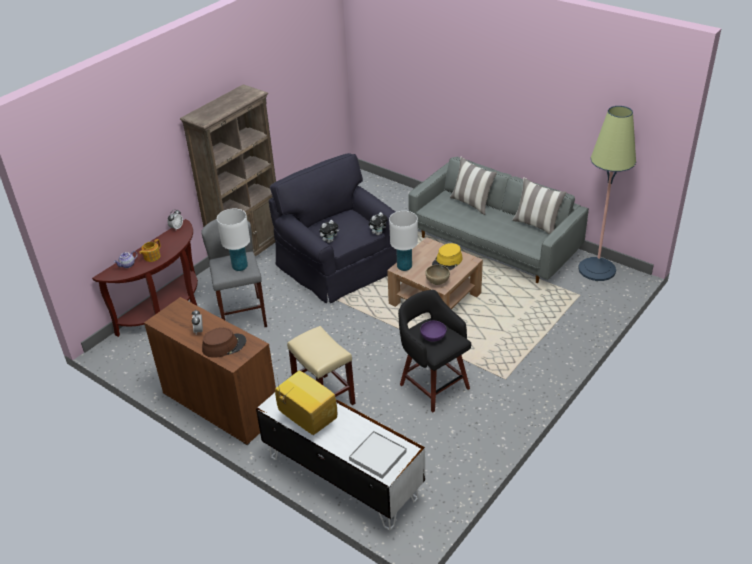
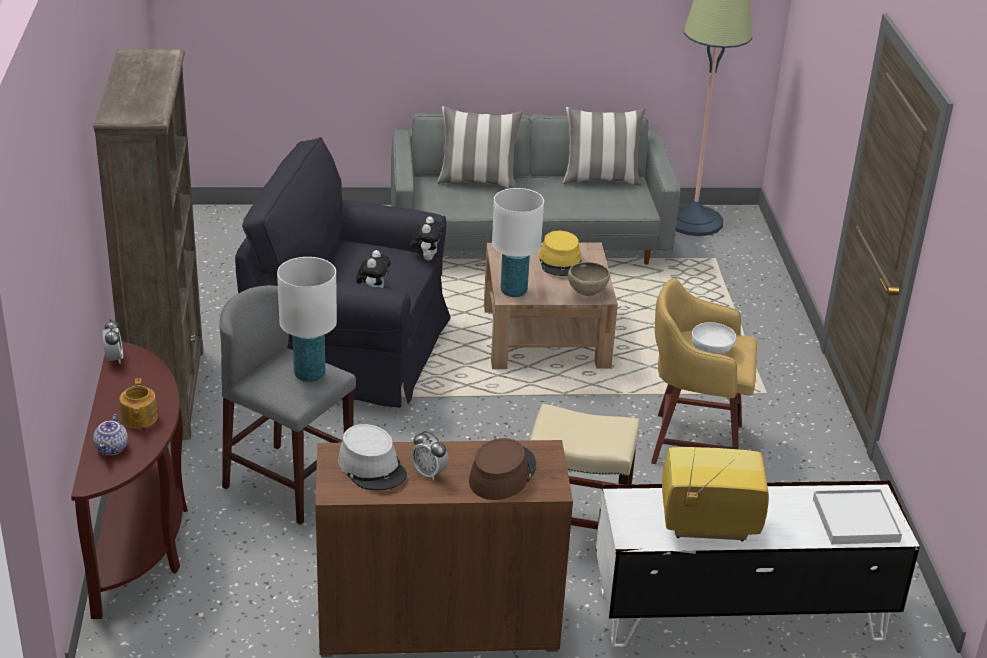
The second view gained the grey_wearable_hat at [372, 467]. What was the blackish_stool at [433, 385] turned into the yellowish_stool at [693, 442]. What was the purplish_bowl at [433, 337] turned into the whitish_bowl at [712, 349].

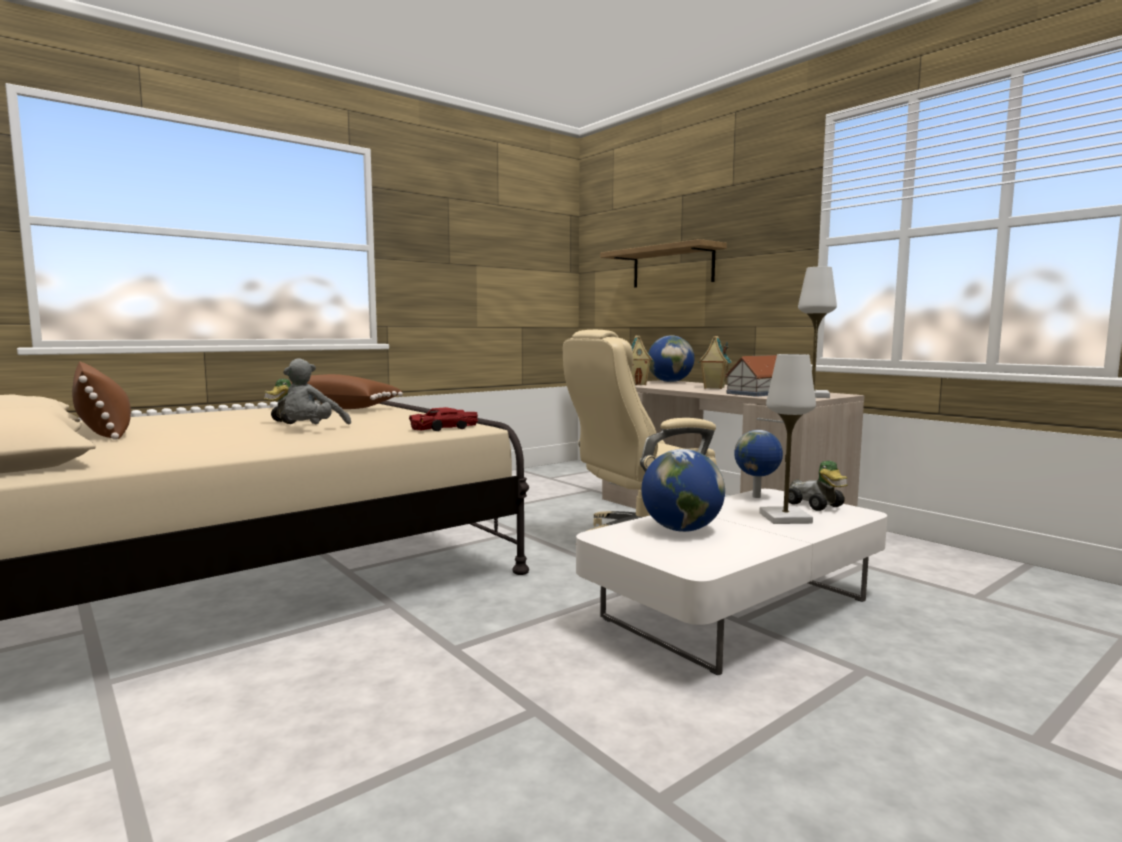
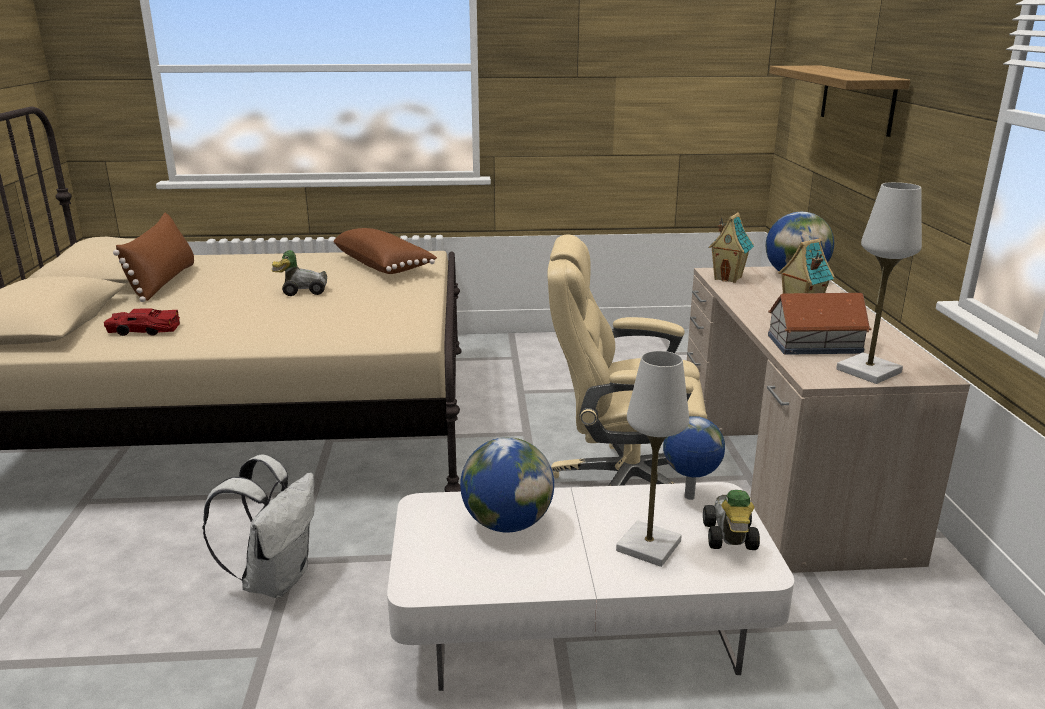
The red-coloured_toy_car ended up elsewhere, having gone from [443, 428] to [143, 330]. The second view gained the whitish_rucksack at [276, 579]. The second view lost the grey_soft_toy at [312, 429].

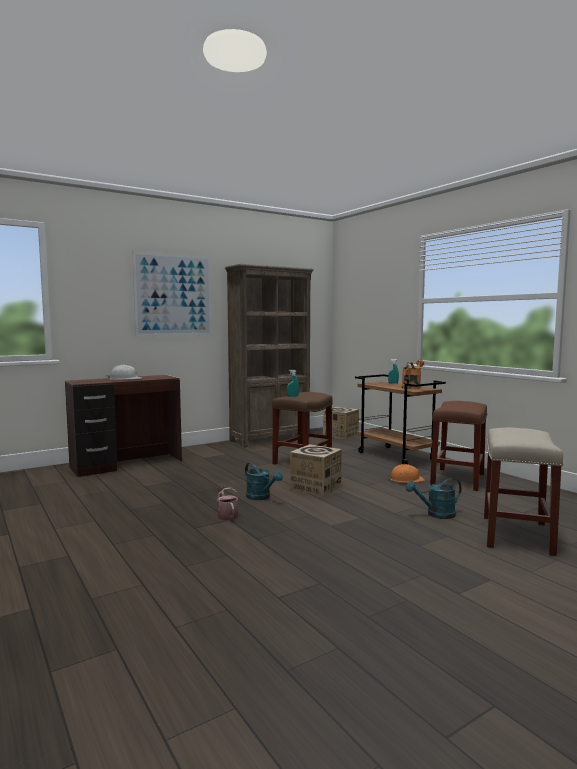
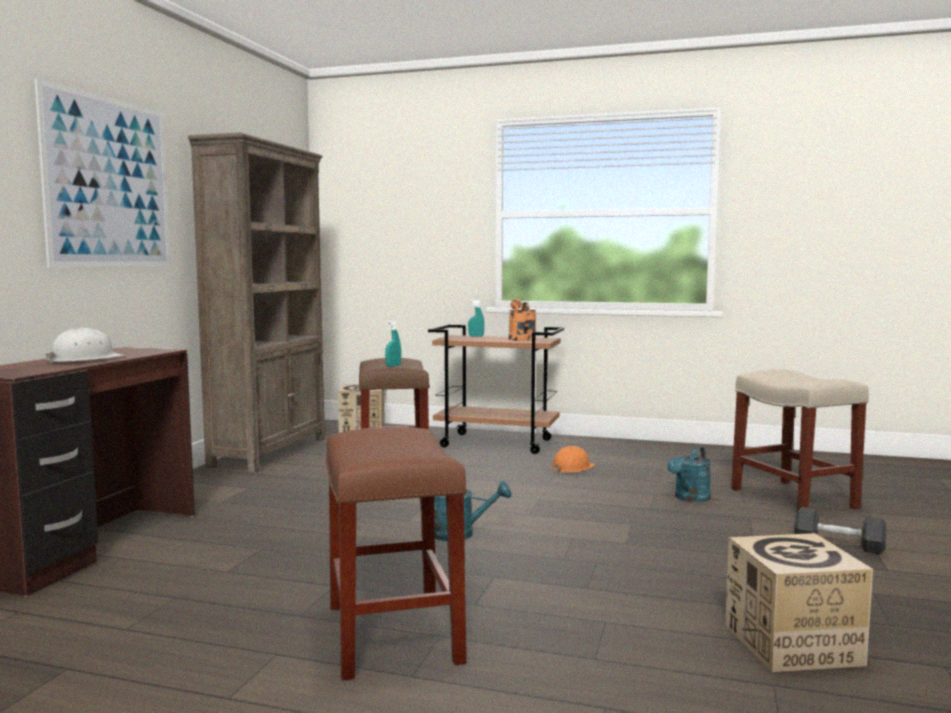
The brownish_stool ended up elsewhere, having gone from [457, 479] to [391, 632]. The packing_box ended up elsewhere, having gone from [315, 487] to [792, 644]. The second view gained the grey_hand_weight at [838, 544]. The second view lost the sprinkling_can at [227, 515].

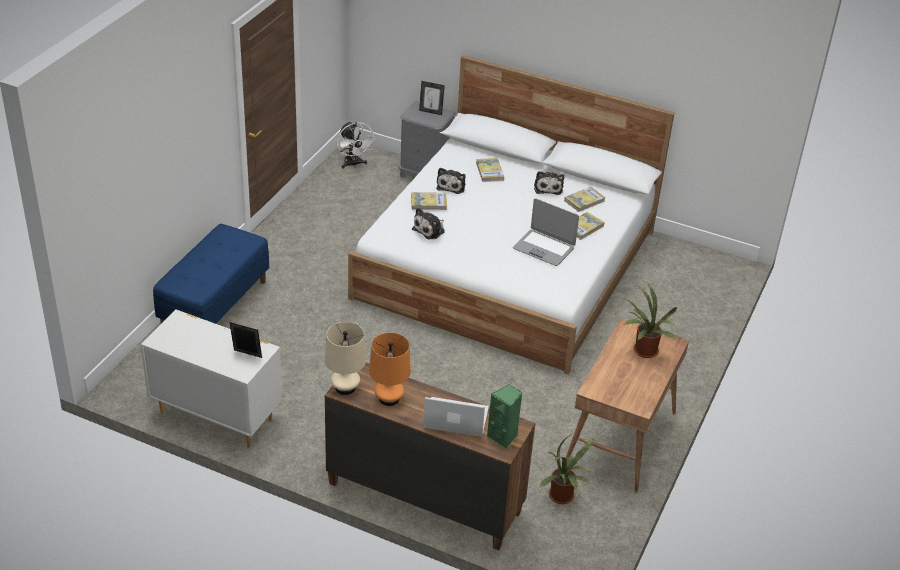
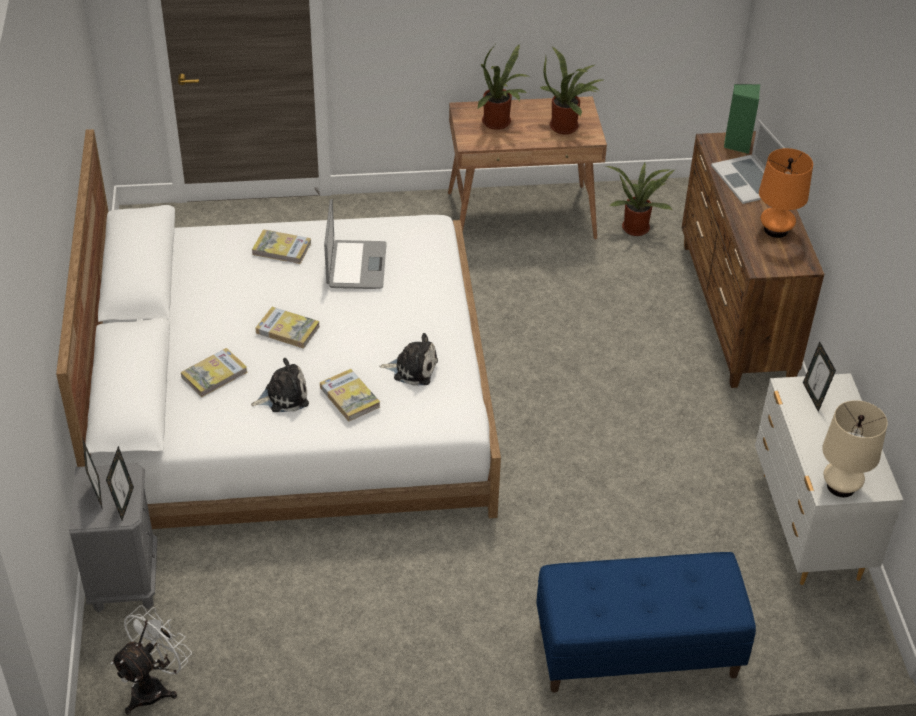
The second view gained the picture_frame at [124, 503]. The book ended up elsewhere, having gone from [584, 201] to [287, 330]. The second view gained the plant_in_a_pot at [567, 126]. The sand-coloured_lamp_for_a_table ended up elsewhere, having gone from [345, 387] to [841, 486]. The second view lost the soft_toy at [548, 187].

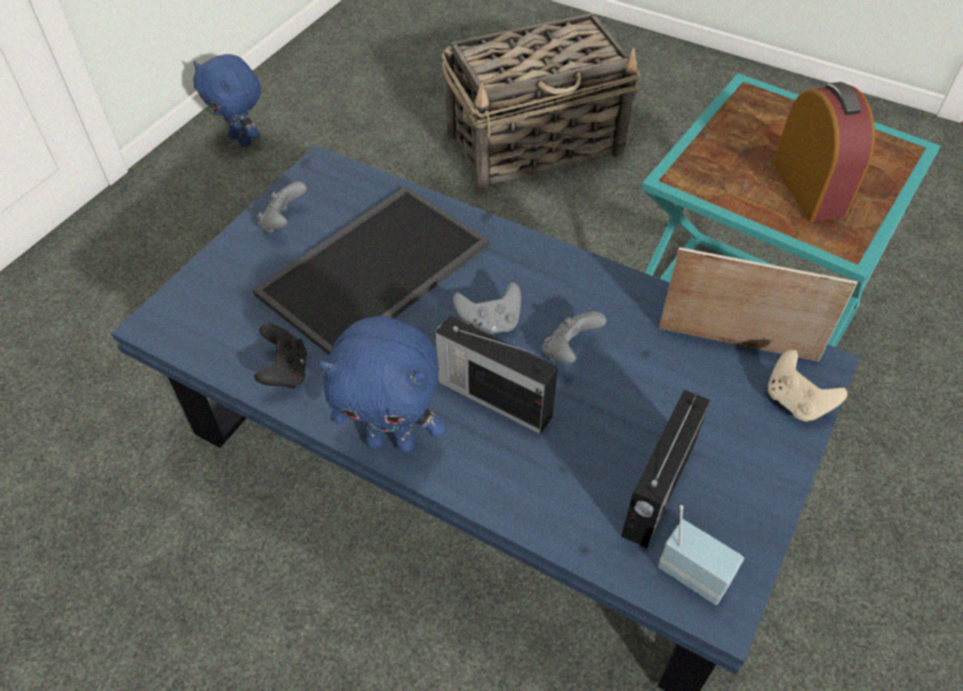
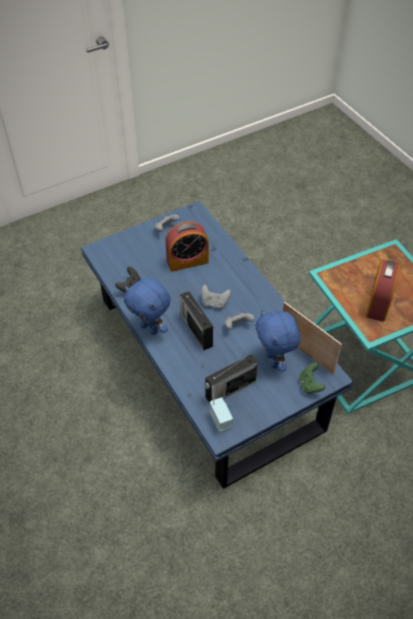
Where the carrying_tray stood at [373, 266], the alarm_clock came to stand at [187, 261]. The bluish_soft_toy ended up elsewhere, having gone from [242, 140] to [274, 361]. What was the sand-coloured_gamepad at [795, 402] turned into the green-coloured_gamepad at [310, 385]. The second view lost the storage_basket at [536, 145].

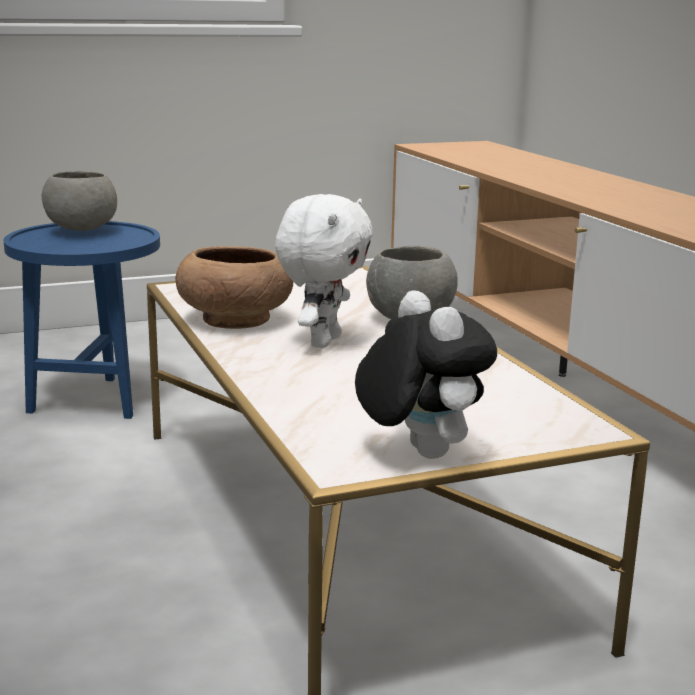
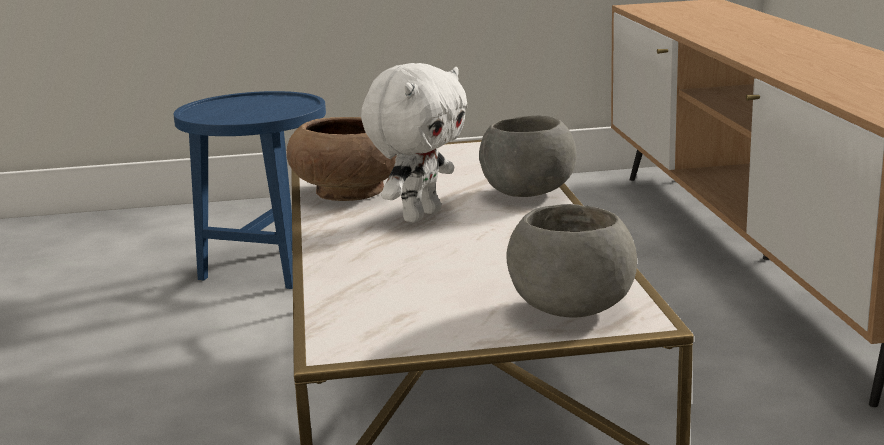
The grey_bowl ended up elsewhere, having gone from [80, 229] to [569, 309]. The second view lost the soft_toy at [418, 452].

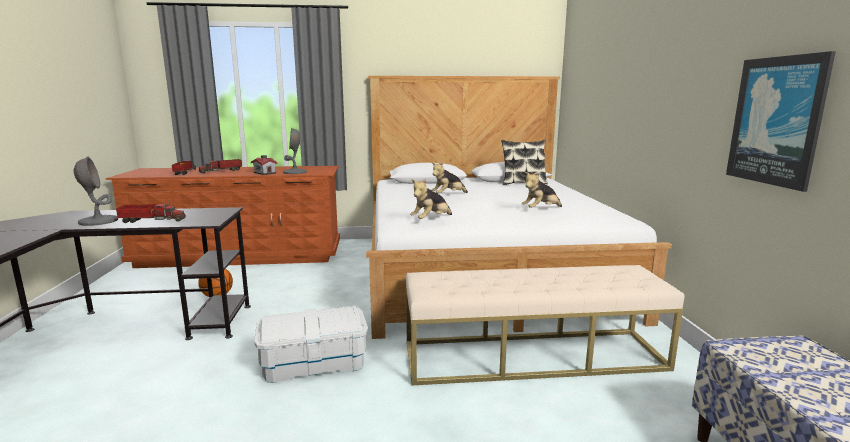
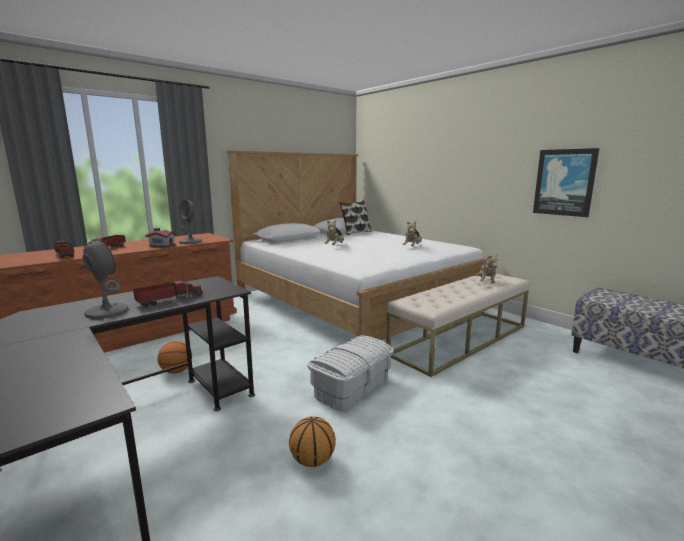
The second view gained the basketball at [313, 460]. The soft_toy ended up elsewhere, having gone from [431, 220] to [486, 282].

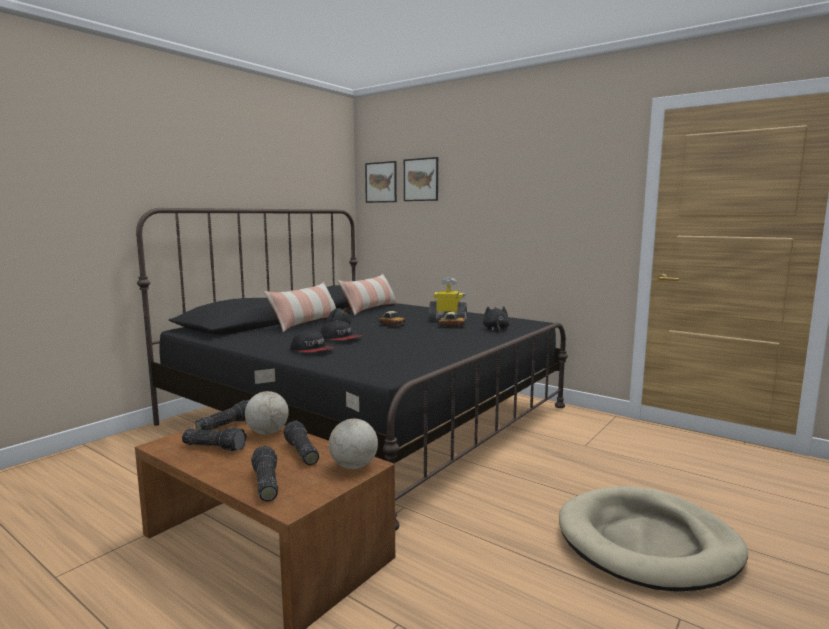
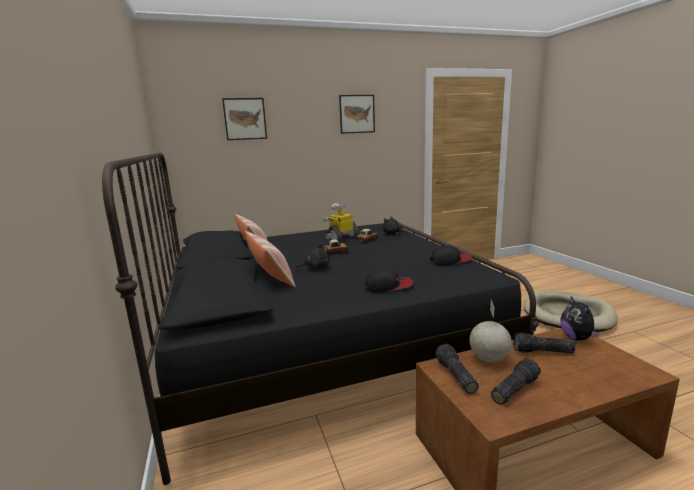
The wall_picture ended up elsewhere, having gone from [381, 182] to [357, 114]. The cap ended up elsewhere, having gone from [340, 339] to [450, 261]. Where the globe stood at [353, 466], the soft_toy came to stand at [577, 338]. The second view lost the torch at [265, 484].

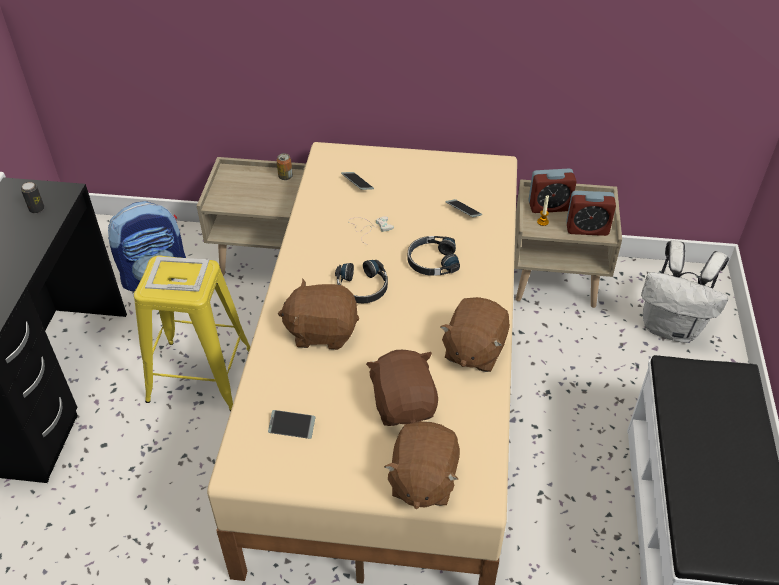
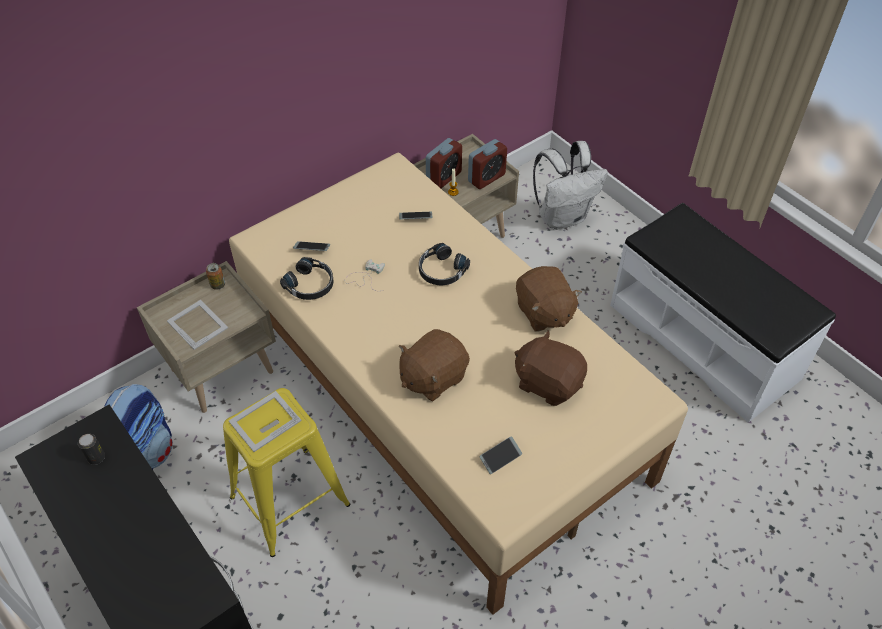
The second view gained the picture_frame at [197, 324]. The blackish_headset ended up elsewhere, having gone from [362, 288] to [310, 285]. The second view lost the brownish_soft_toy at [422, 480].

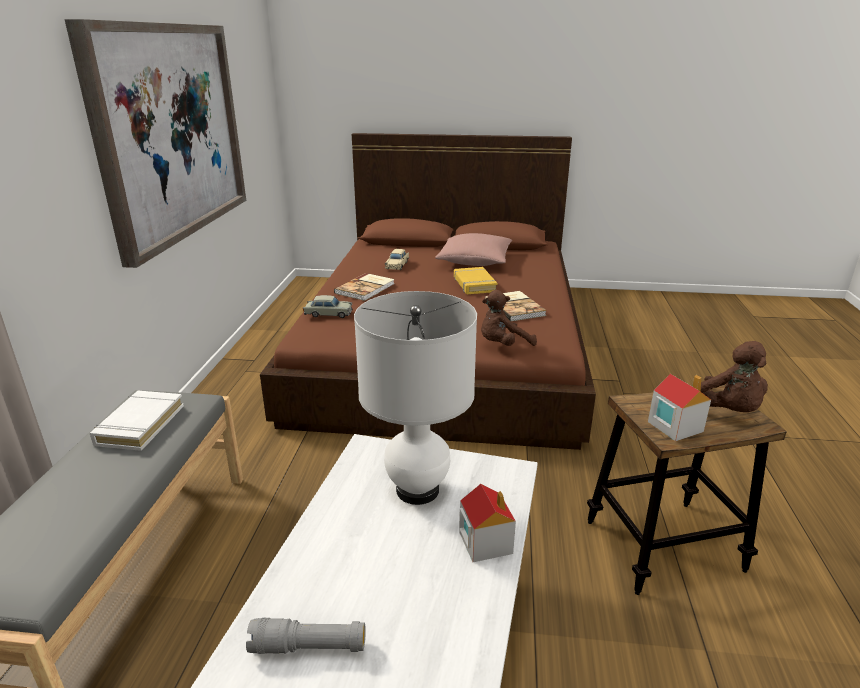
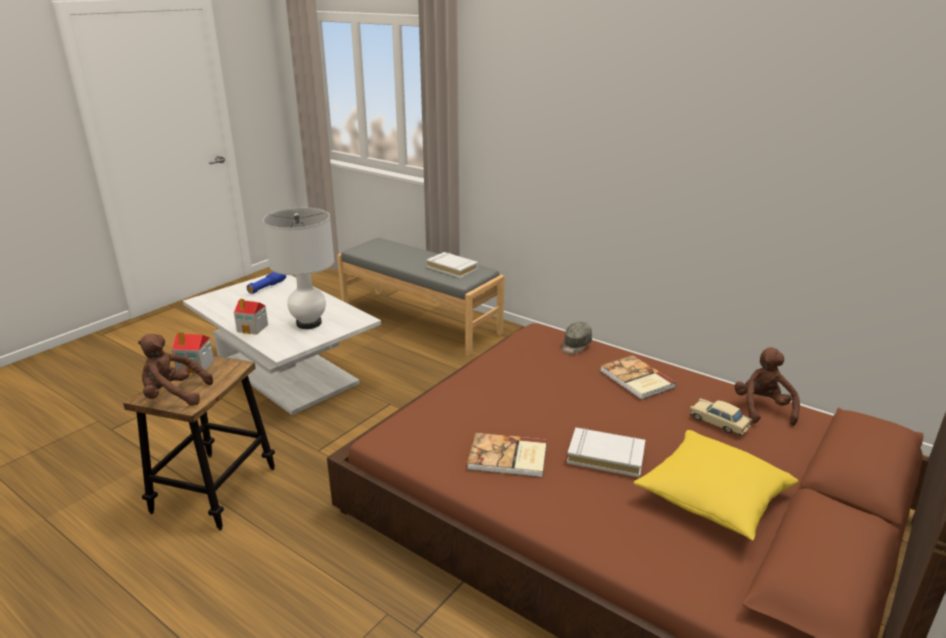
What was the grey_torch at [308, 647] turned into the bluish_torch at [267, 287]. Where the sand-coloured_toy_car stood at [328, 314], the grey_cap came to stand at [575, 345]. What was the yellowish_book at [474, 284] turned into the whitish_book at [606, 456]. What was the pinkish_cushion at [474, 261] turned into the yellowish_cushion at [713, 498]. The brownish_soft_toy ended up elsewhere, having gone from [503, 345] to [762, 409]. The second view lost the wall_picture at [172, 132].

